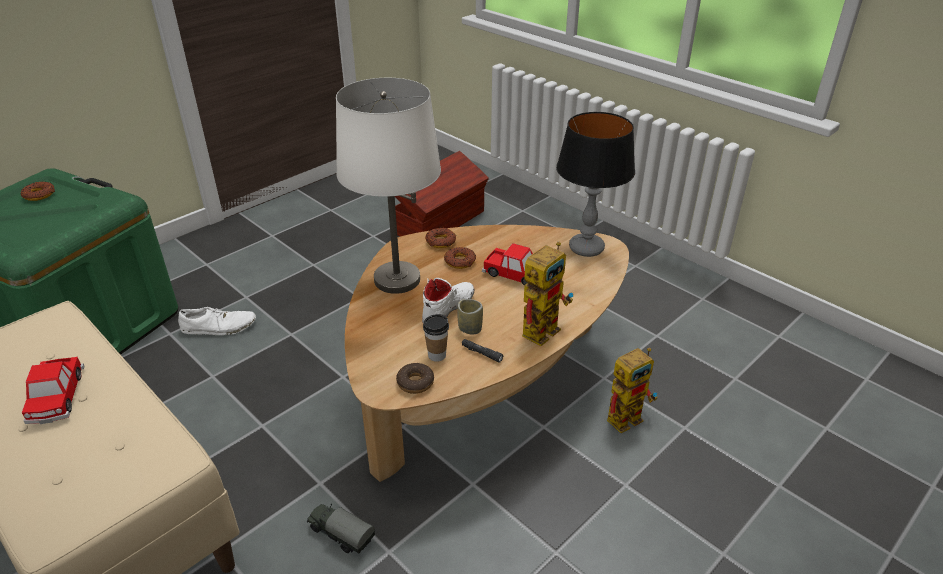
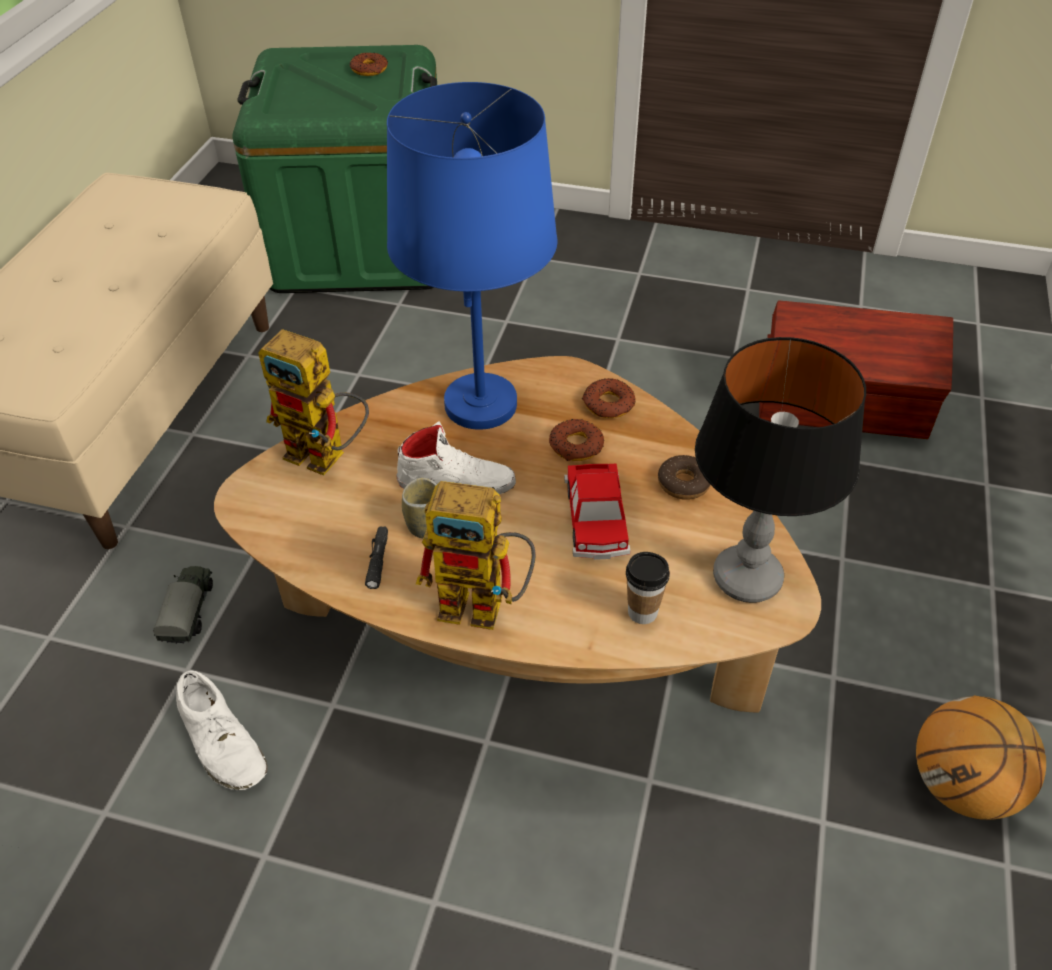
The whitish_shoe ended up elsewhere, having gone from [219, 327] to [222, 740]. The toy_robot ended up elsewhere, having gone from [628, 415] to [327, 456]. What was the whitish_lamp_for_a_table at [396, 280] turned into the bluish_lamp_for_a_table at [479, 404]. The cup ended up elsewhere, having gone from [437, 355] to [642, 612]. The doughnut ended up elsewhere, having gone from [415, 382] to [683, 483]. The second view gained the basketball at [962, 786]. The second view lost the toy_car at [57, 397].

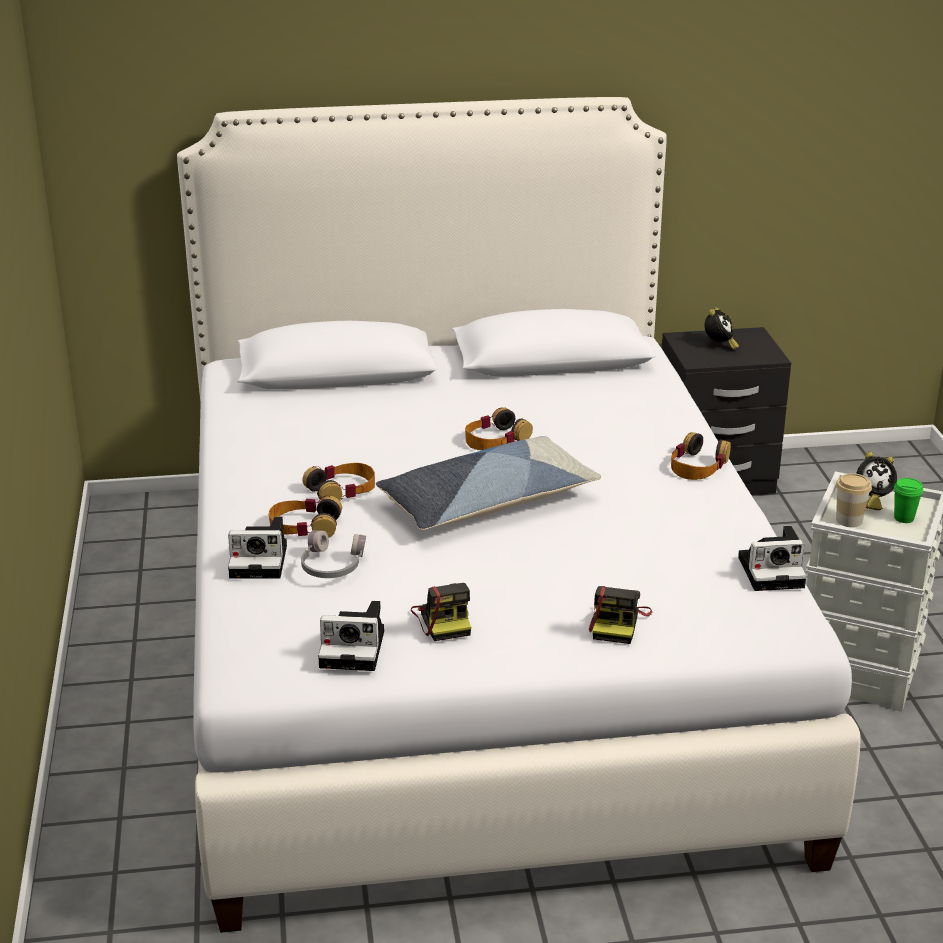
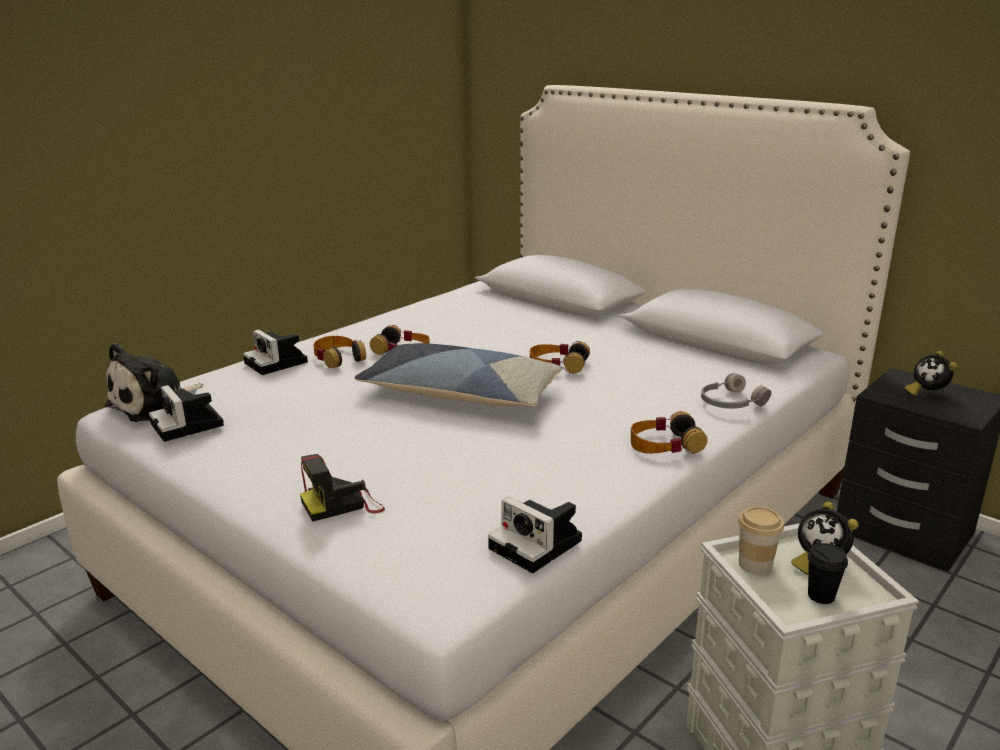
The second view gained the soft_toy at [156, 404]. The grey_headset ended up elsewhere, having gone from [331, 566] to [730, 402]. What was the green-coloured_cup at [904, 518] turned into the blackish_cup at [821, 596]. The alarm_clock at [719, 346] ended up facing another way, 90 degrees clockwise from before. The second view lost the still_camera at [444, 620].

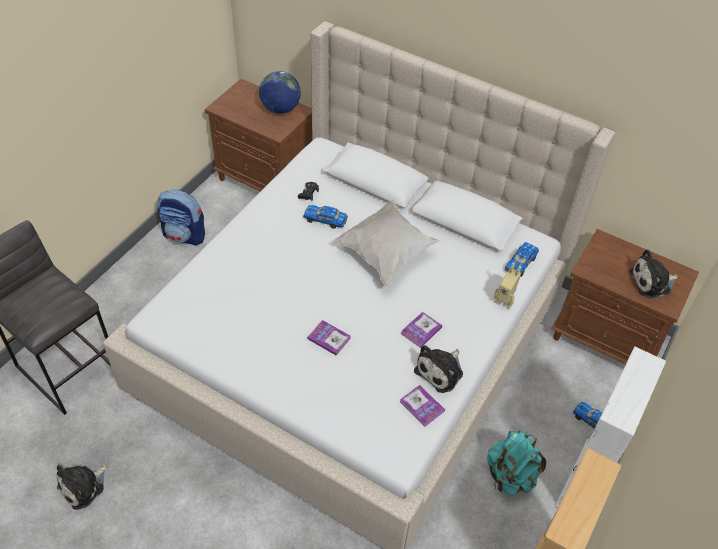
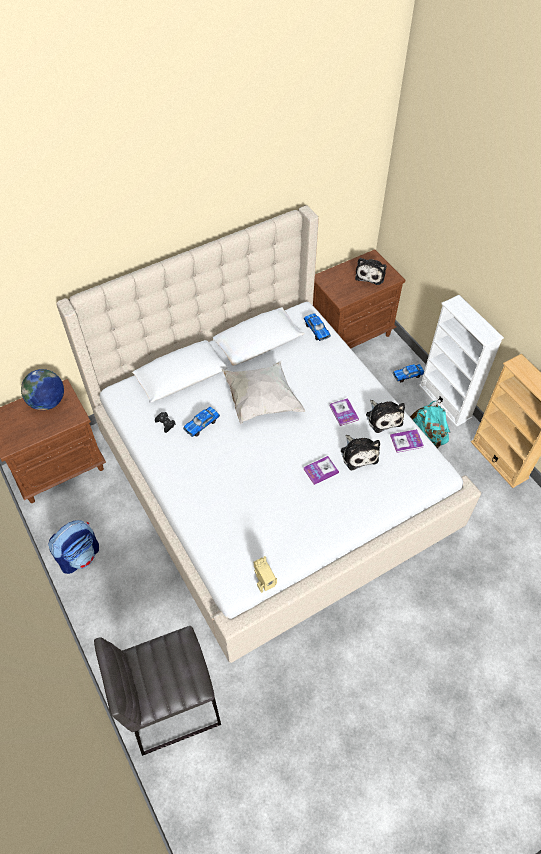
The toy_robot ended up elsewhere, having gone from [505, 300] to [264, 583]. The soft_toy ended up elsewhere, having gone from [84, 486] to [358, 454].

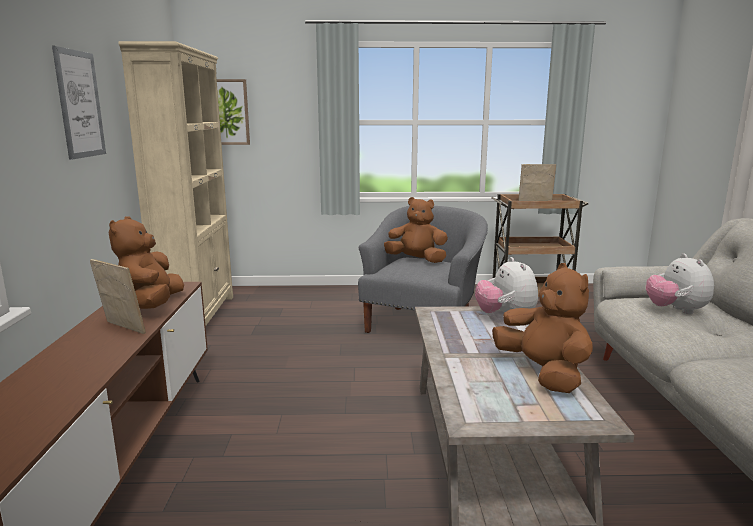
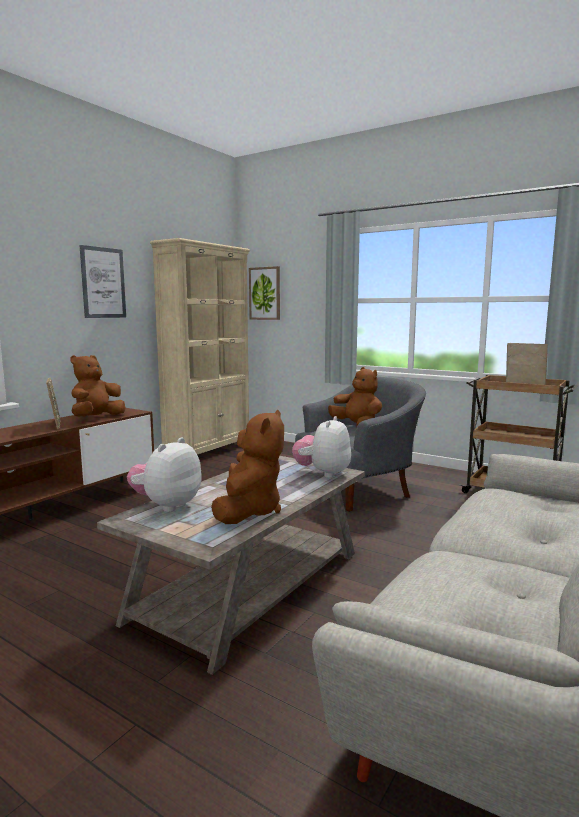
The soft_toy ended up elsewhere, having gone from [675, 311] to [167, 506].

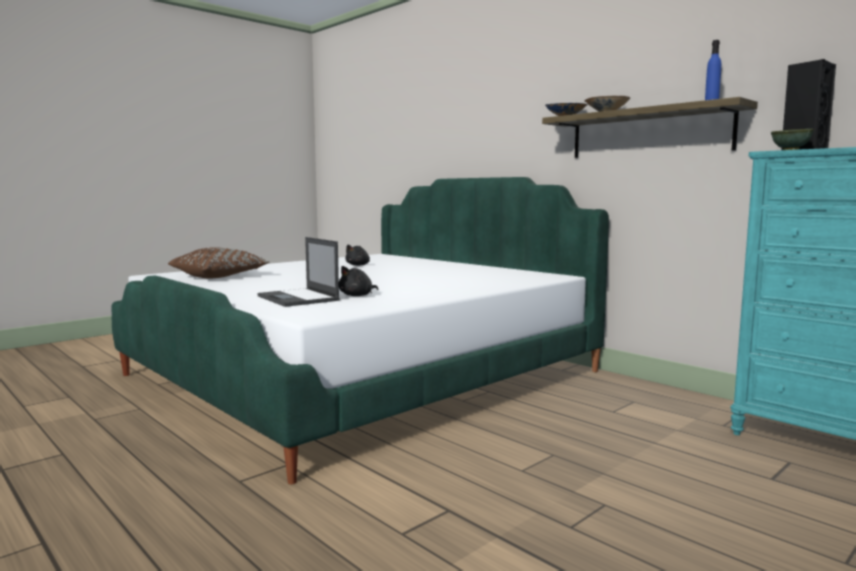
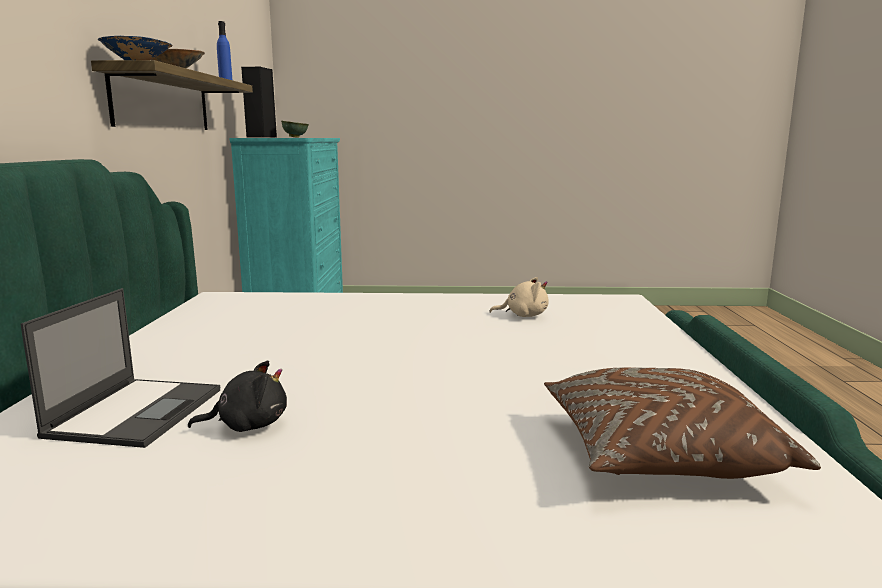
The laptop ended up elsewhere, having gone from [298, 298] to [137, 411]. What was the blackish_soft_toy at [357, 295] turned into the sand-coloured_soft_toy at [523, 315].

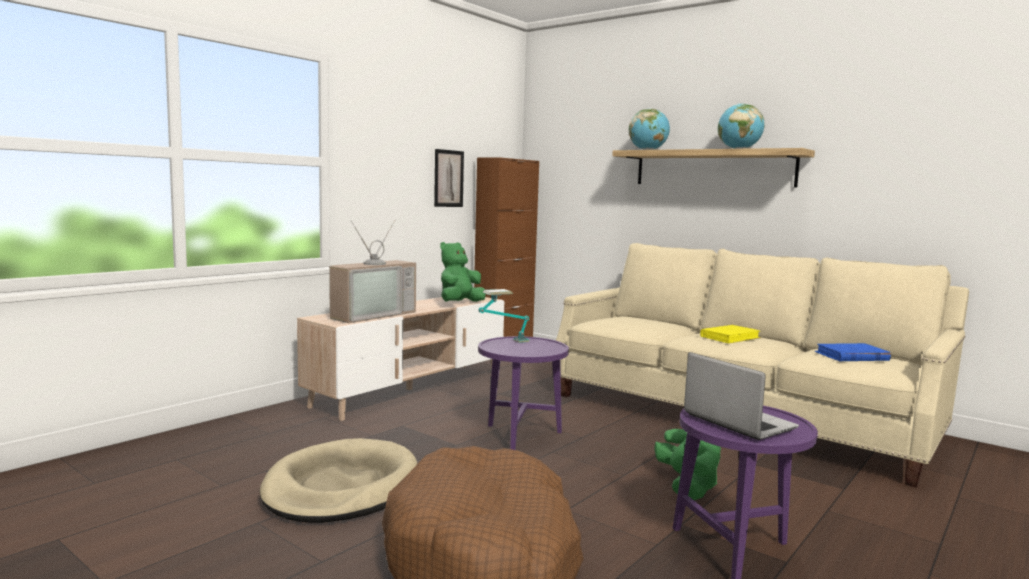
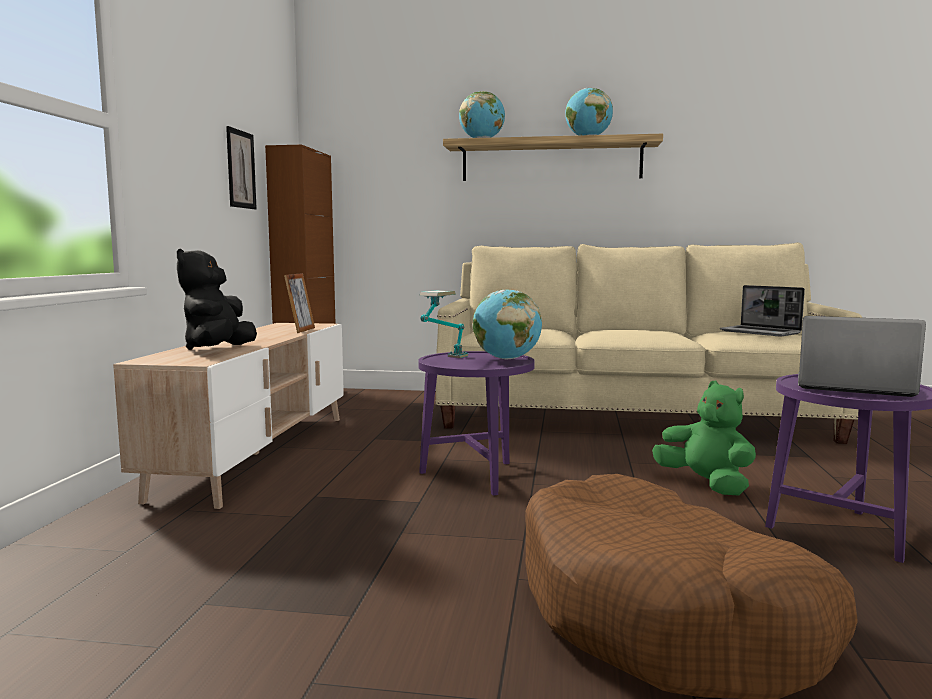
Where the television stood at [370, 314], the blackish_soft_toy came to stand at [218, 350]. Where the green-coloured_soft_toy stood at [459, 303], the picture_frame came to stand at [301, 330]. The second view gained the globe at [506, 359]. Where the bluish_book stood at [851, 356], the laptop came to stand at [761, 332]. The second view lost the sand-coloured_dog_cushion at [341, 487]. The second view lost the yellowish_book at [730, 337].

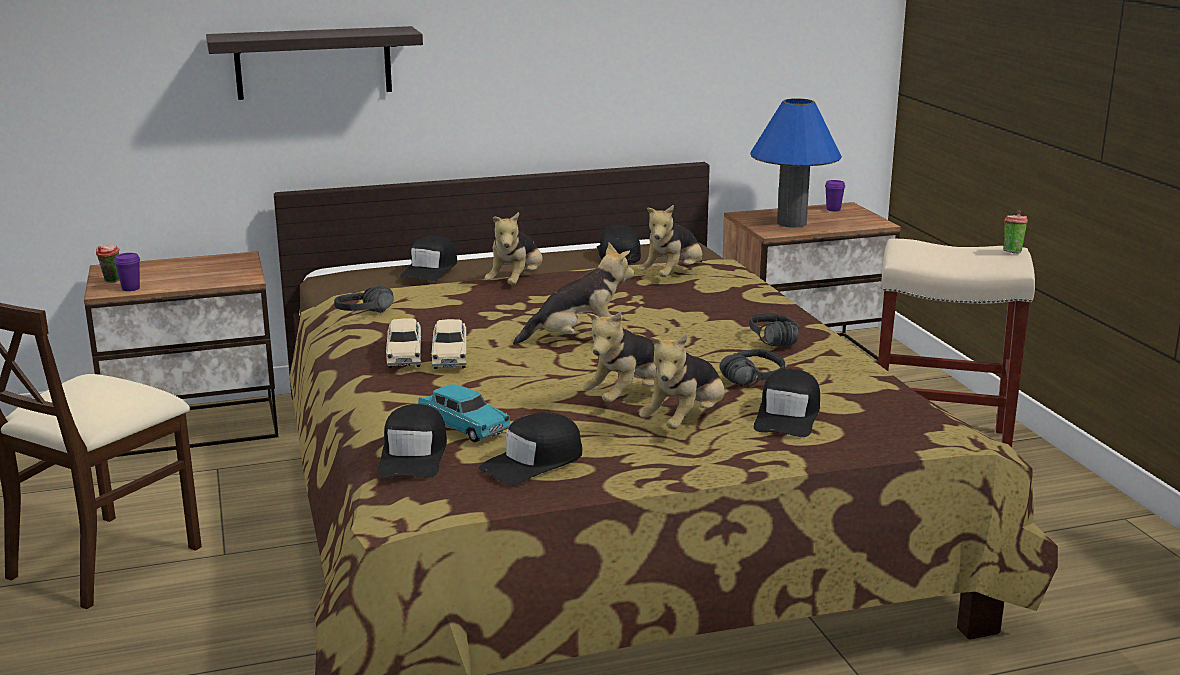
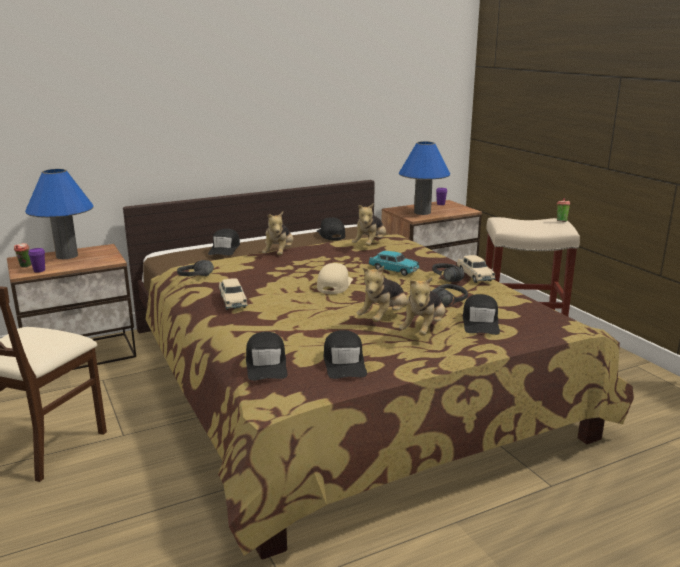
The second view gained the bluish_lamp_for_a_table at [67, 256]. Where the soft_toy stood at [578, 340], the sand-coloured_cap came to stand at [334, 285]. The blackish_cap at [533, 462] ended up facing another way, 45 degrees counterclockwise from before. The turquoise_toy_car ended up elsewhere, having gone from [463, 427] to [393, 270]. The sand-coloured_toy_car ended up elsewhere, having gone from [450, 357] to [475, 276]. The second view lost the wall_shelf at [313, 63].

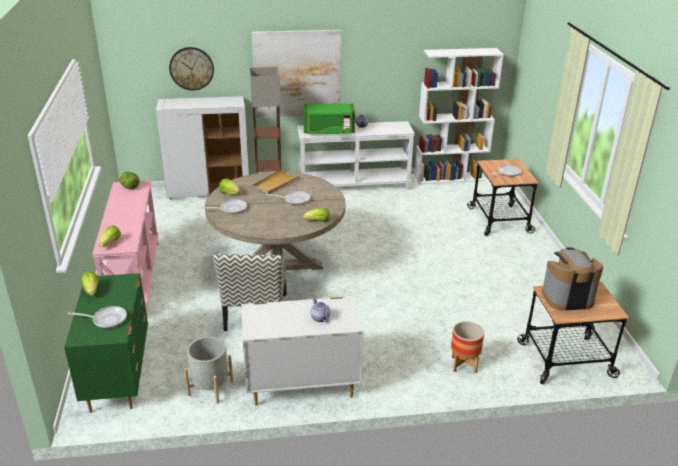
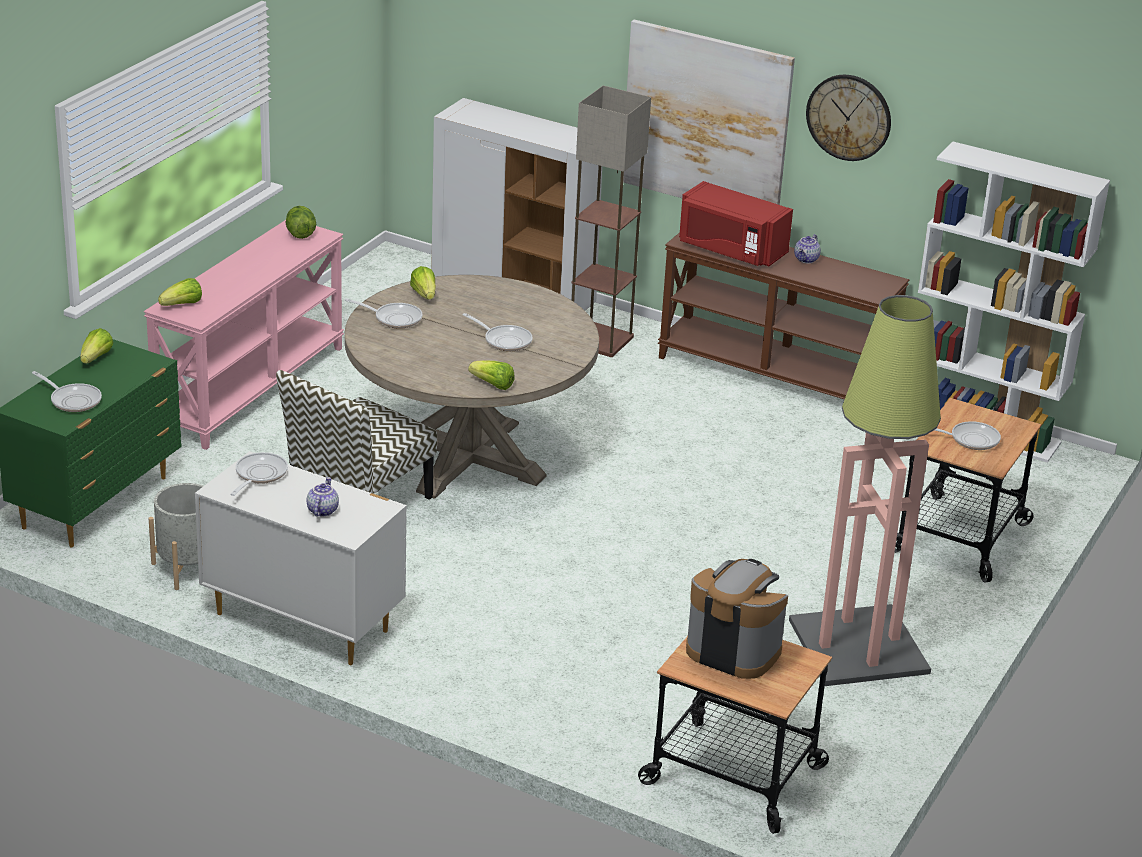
The second view gained the frying_pan at [259, 475]. What was the whitish_console_table at [354, 185] turned into the brownish_console_table at [775, 375]. What was the green-coloured_microwave at [328, 131] turned into the red-coloured_microwave at [731, 249]. The second view gained the standing_lamp at [857, 647]. The clock_on_the_wall ended up elsewhere, having gone from [191, 68] to [849, 117]. The second view lost the sand-coloured_carrying_tray at [275, 183]. The second view lost the planter at [464, 364].

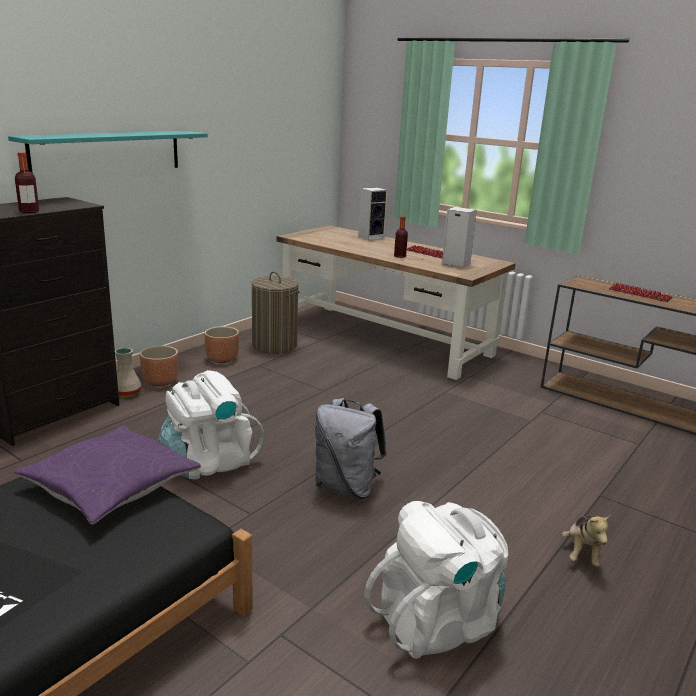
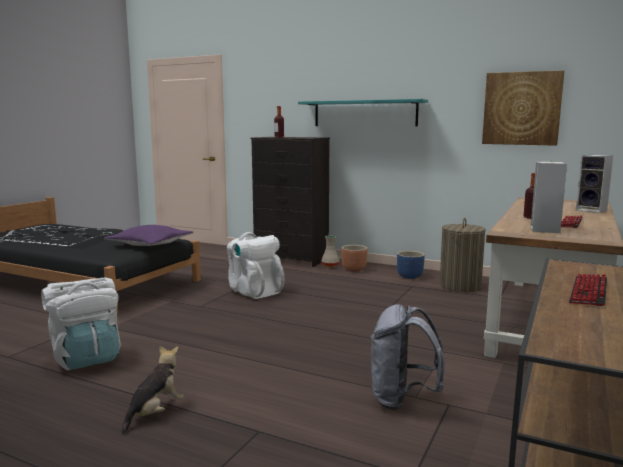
The soft_toy at [582, 553] ended up facing another way, 120 degrees clockwise from before. The grey_rucksack ended up elsewhere, having gone from [346, 487] to [402, 399]. What was the brownish_planter at [222, 359] turned into the bluish_planter at [409, 276]. The second view gained the wall_picture at [521, 108].

